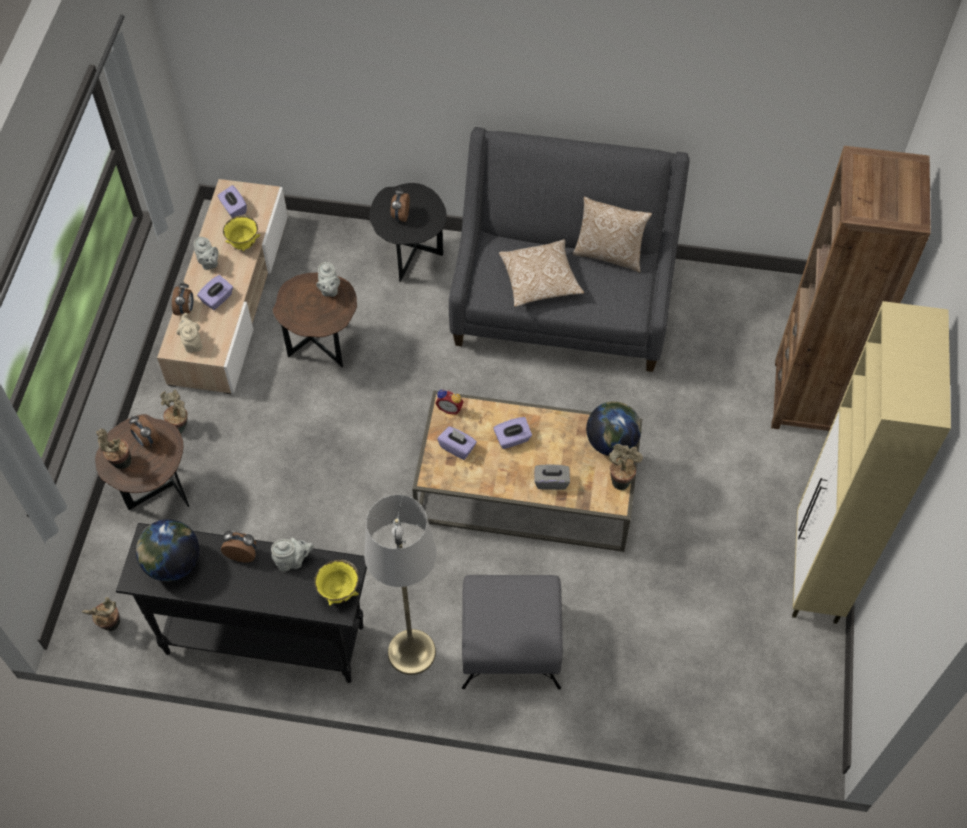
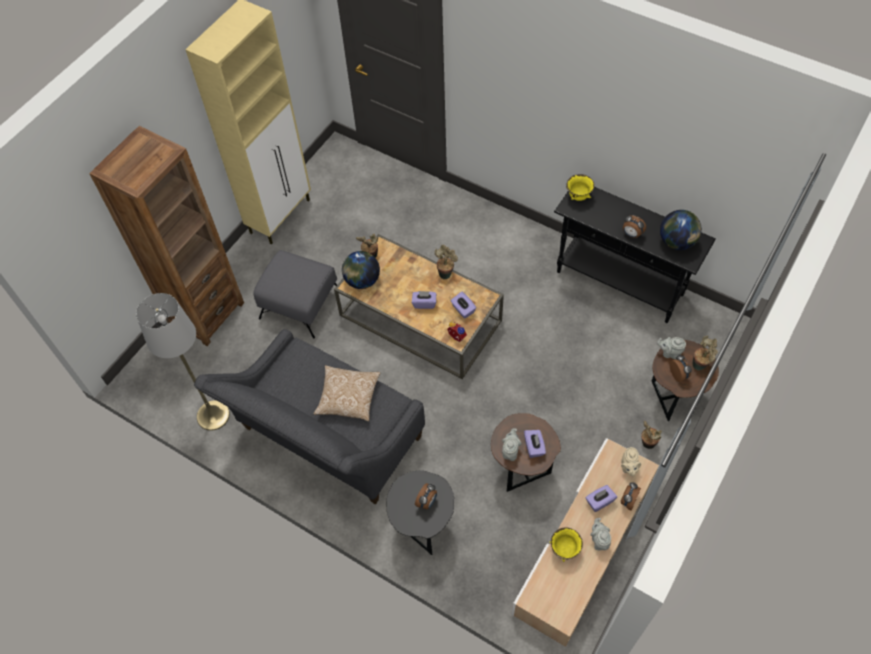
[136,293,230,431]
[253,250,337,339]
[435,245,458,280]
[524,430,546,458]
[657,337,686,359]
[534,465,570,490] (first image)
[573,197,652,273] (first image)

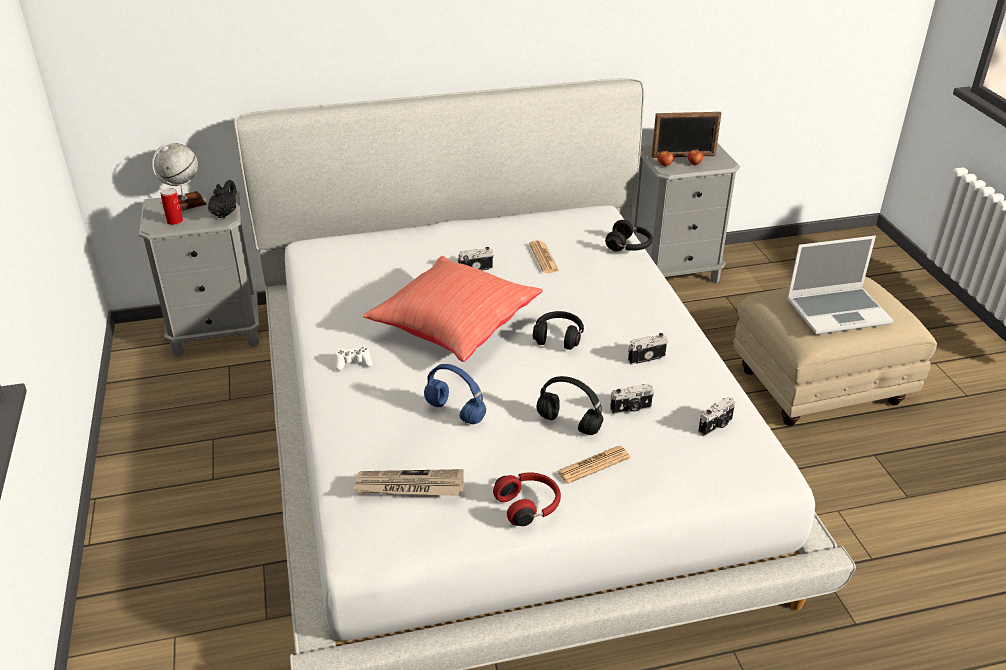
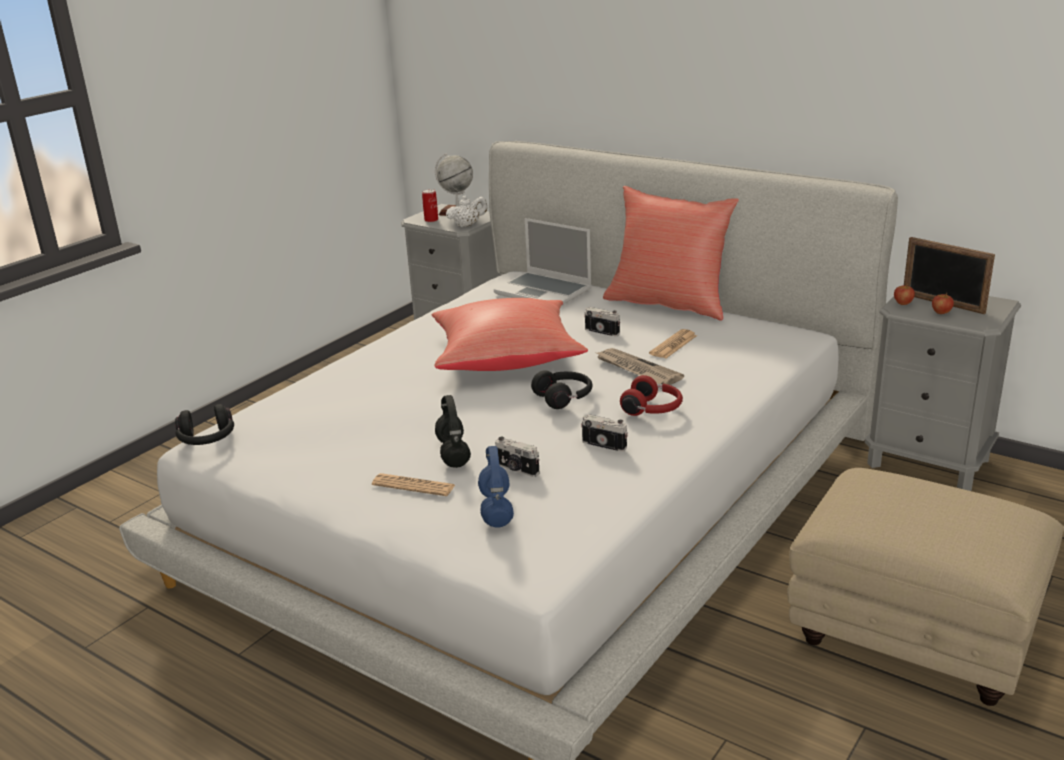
[175,404,234,445]
[446,195,487,227]
[478,446,514,528]
[494,218,592,305]
[596,348,684,385]
[603,186,739,321]
[620,375,683,416]
[335,345,372,371] (first image)
[698,397,735,436] (first image)

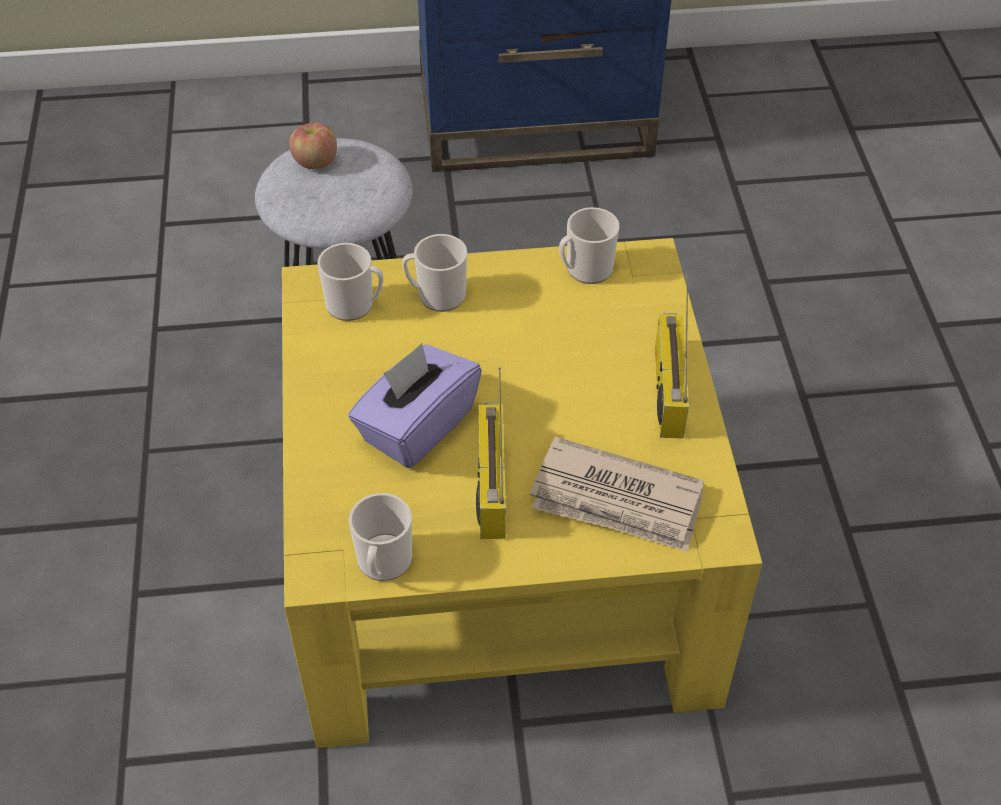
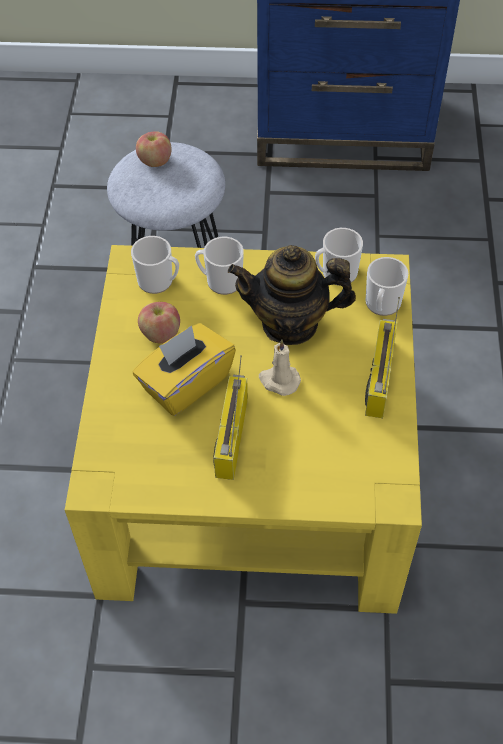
[133,323,236,416]
[138,302,180,344]
[228,245,356,345]
[259,339,301,396]
[365,257,408,316]
[530,437,705,552] (first image)

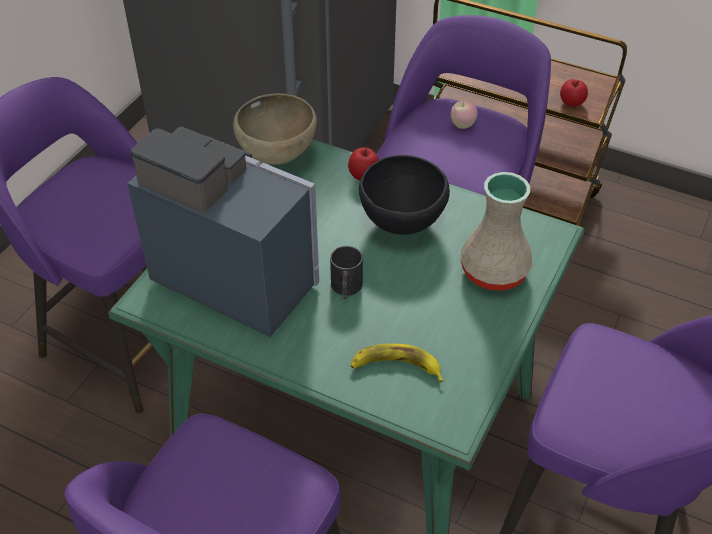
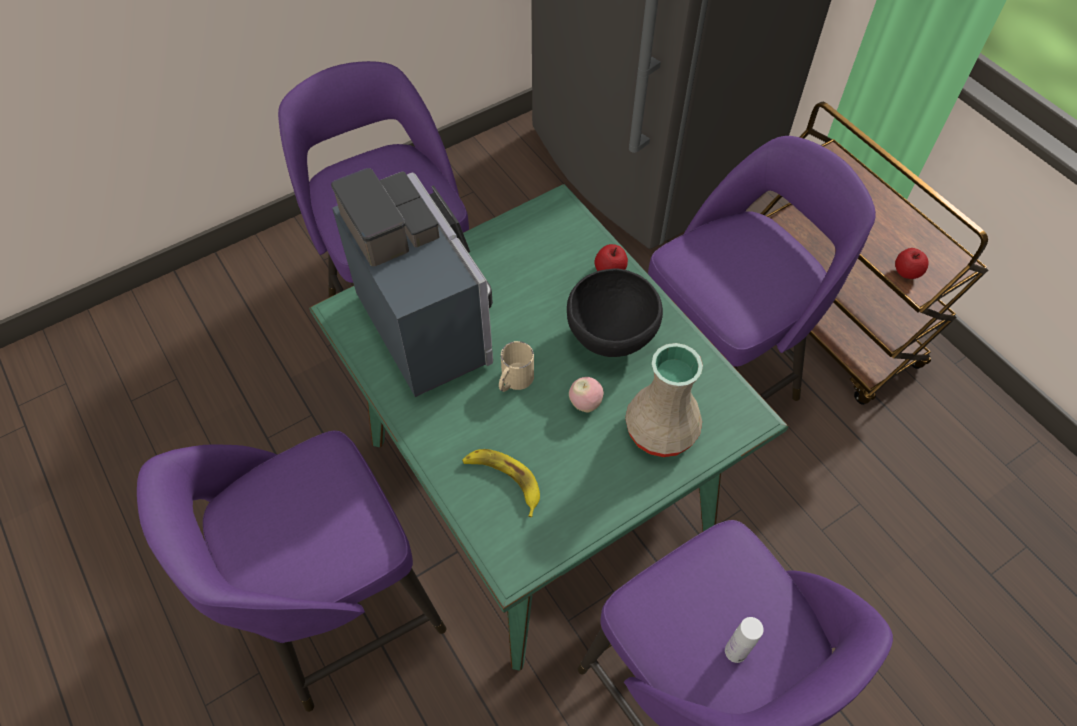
[499,341,534,392]
[569,377,604,412]
[725,617,764,663]
[233,93,317,165] (first image)

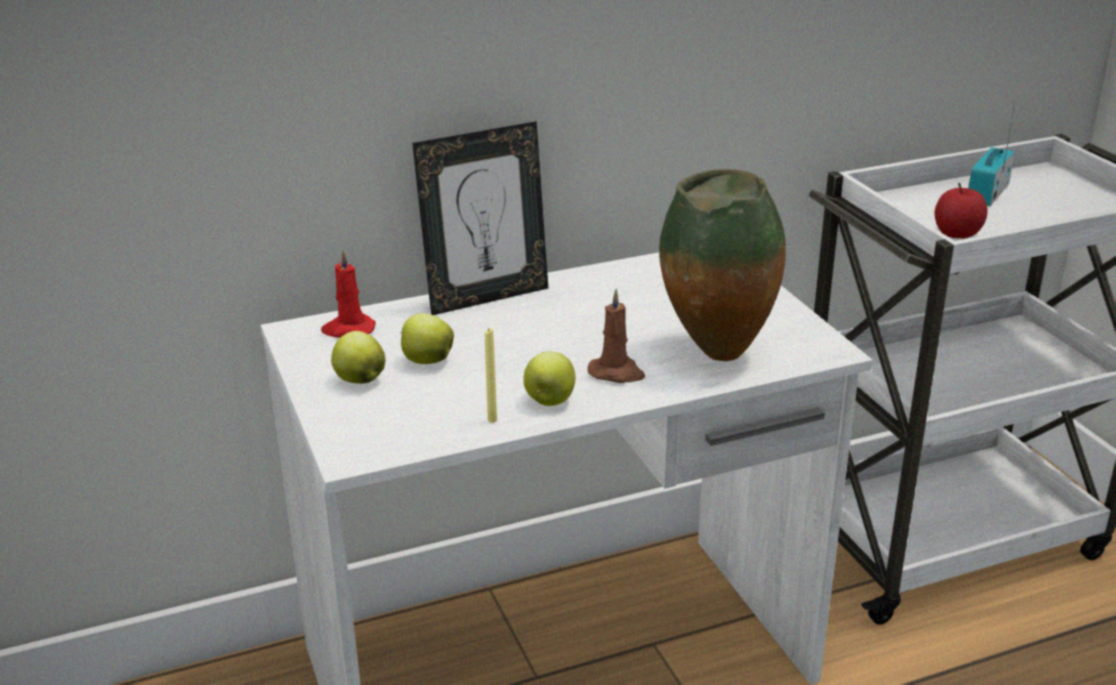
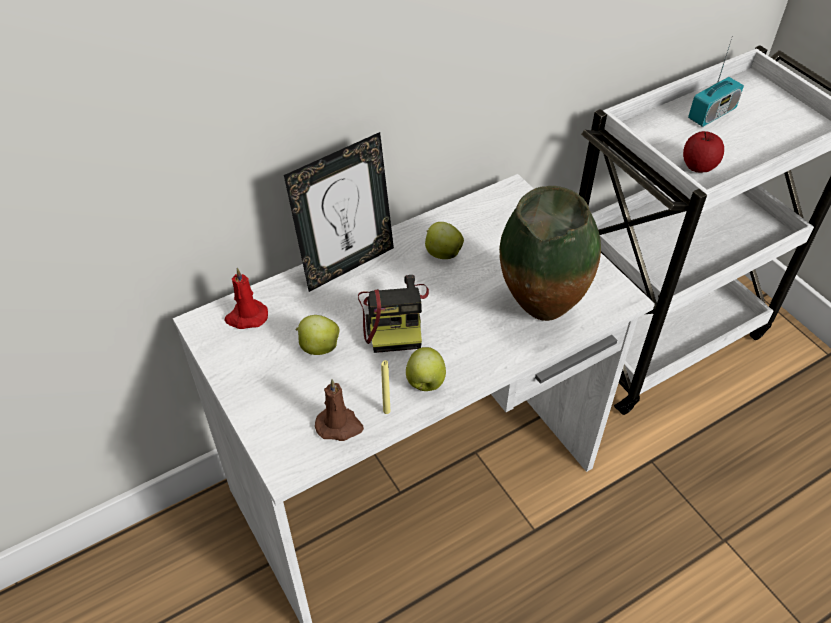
[315,379,364,441]
[358,275,429,353]
[425,222,464,259]
[688,35,744,127]

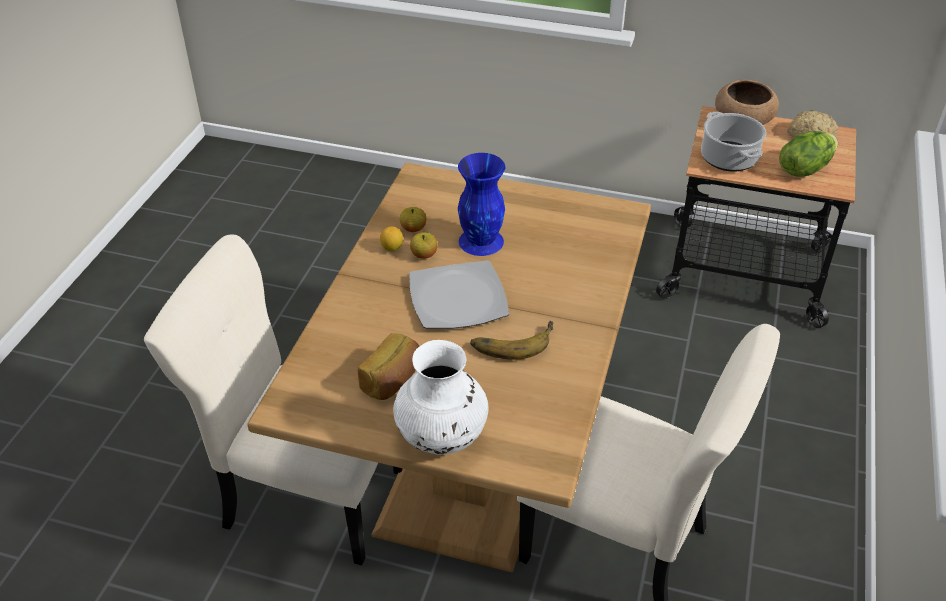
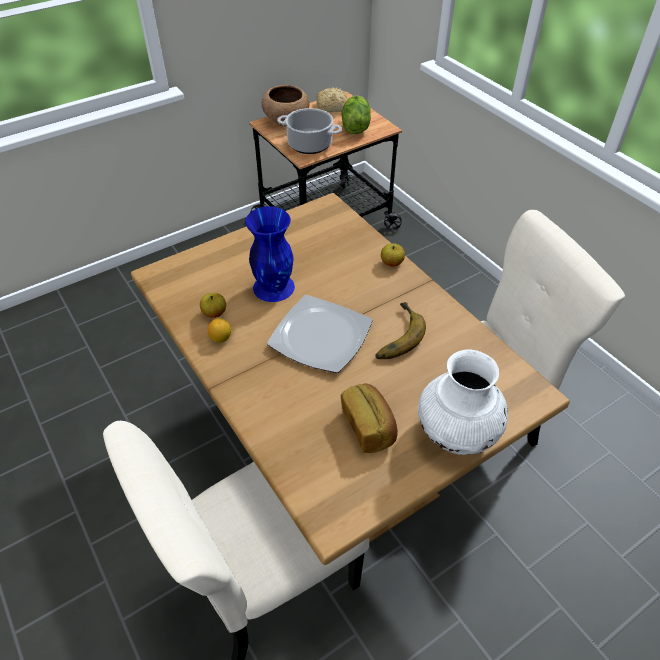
[381,243,405,266]

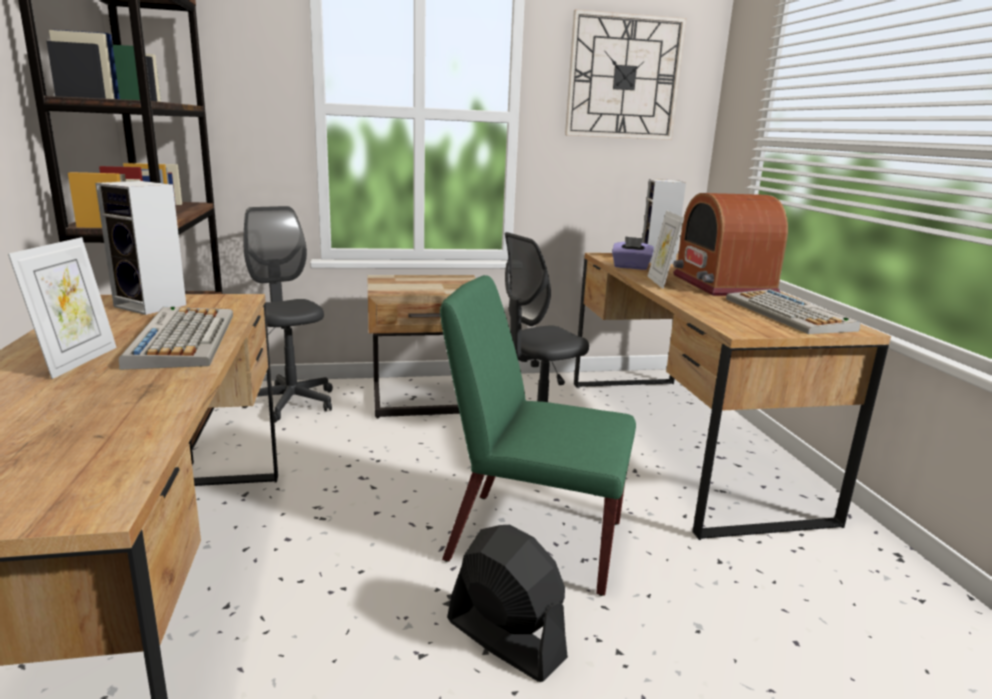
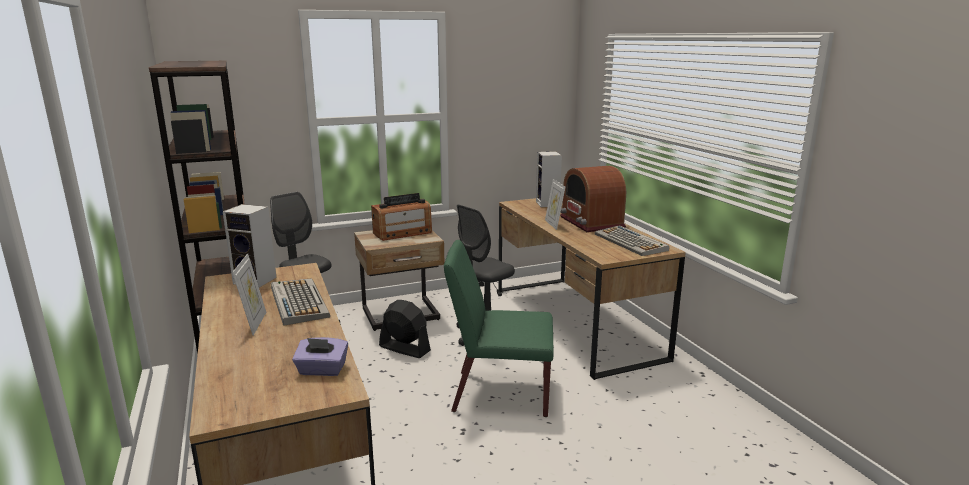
[292,337,348,376]
[371,193,432,241]
[379,300,431,358]
[565,9,687,140] (first image)

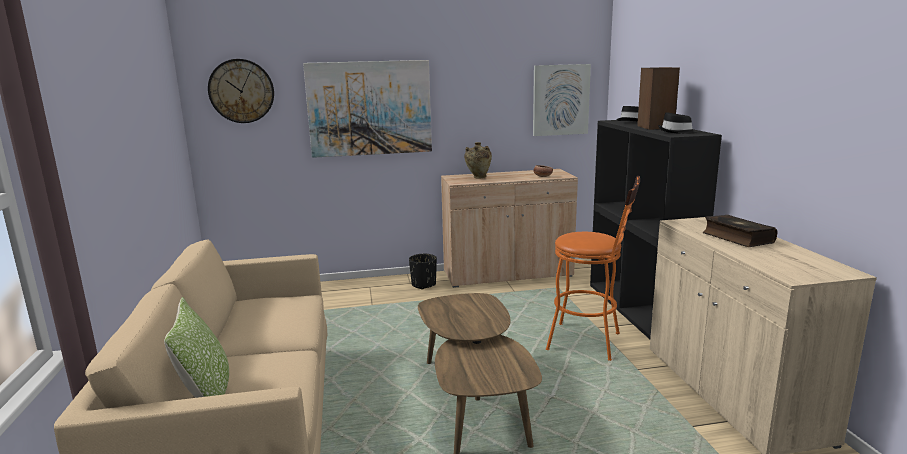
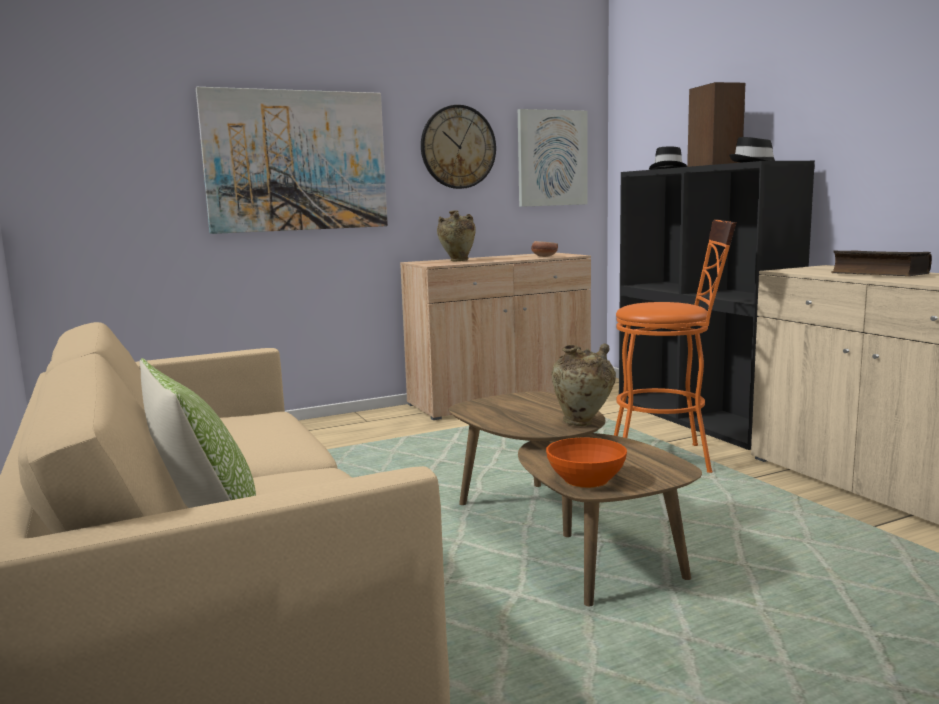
[421,105,496,189]
[546,438,627,488]
[551,343,616,426]
[409,254,437,290] (first image)

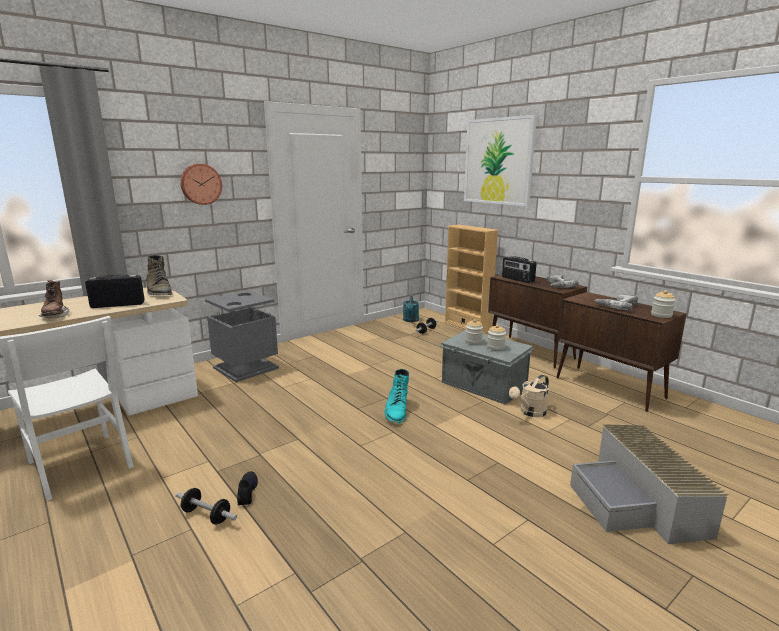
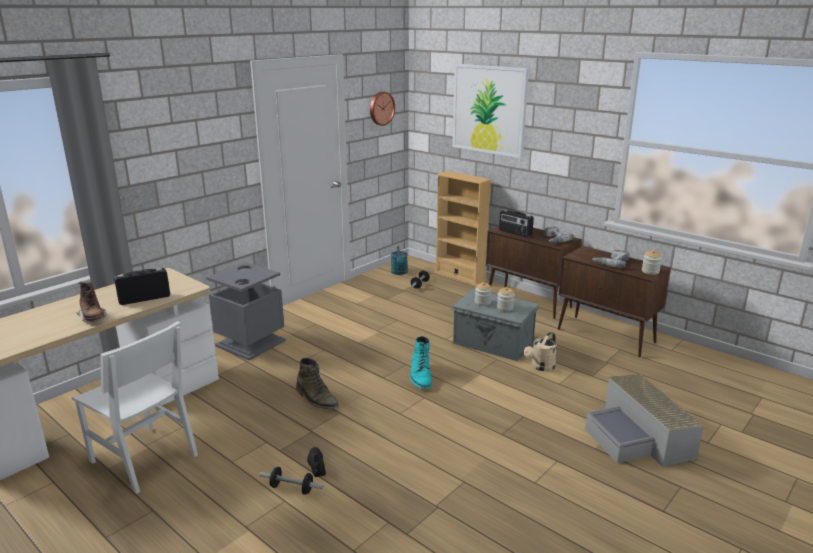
[296,358,339,409]
[370,92,395,126]

